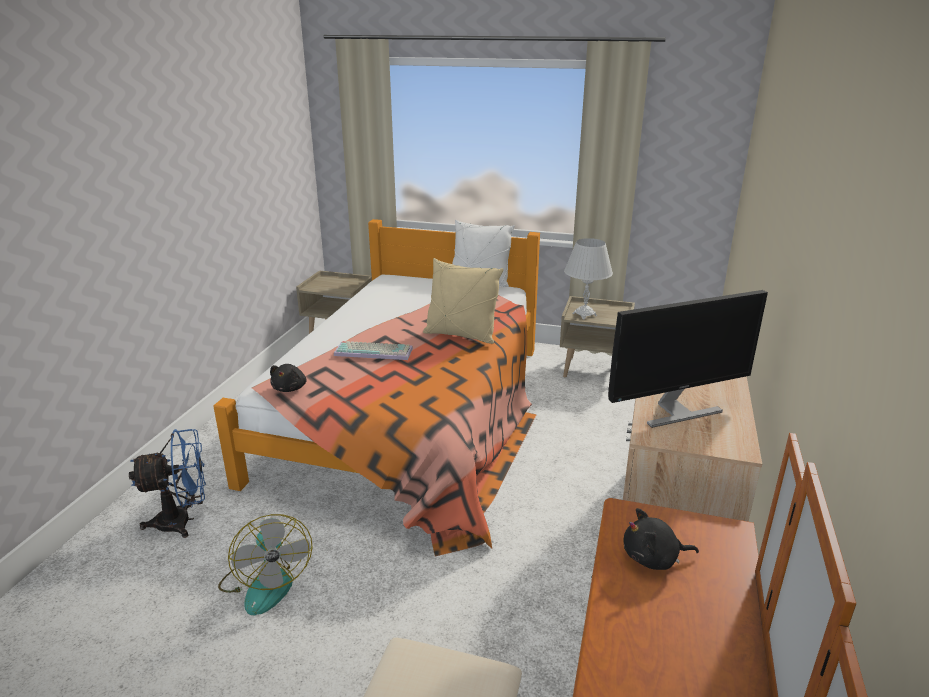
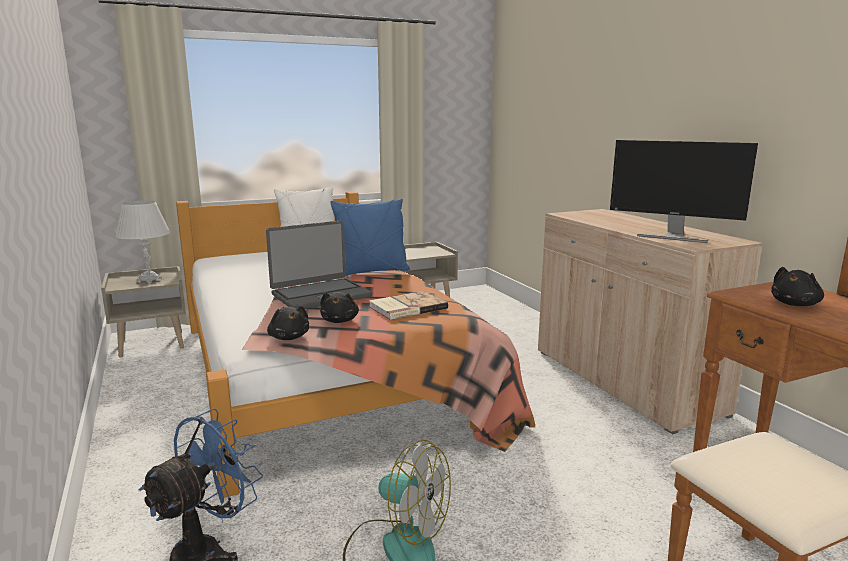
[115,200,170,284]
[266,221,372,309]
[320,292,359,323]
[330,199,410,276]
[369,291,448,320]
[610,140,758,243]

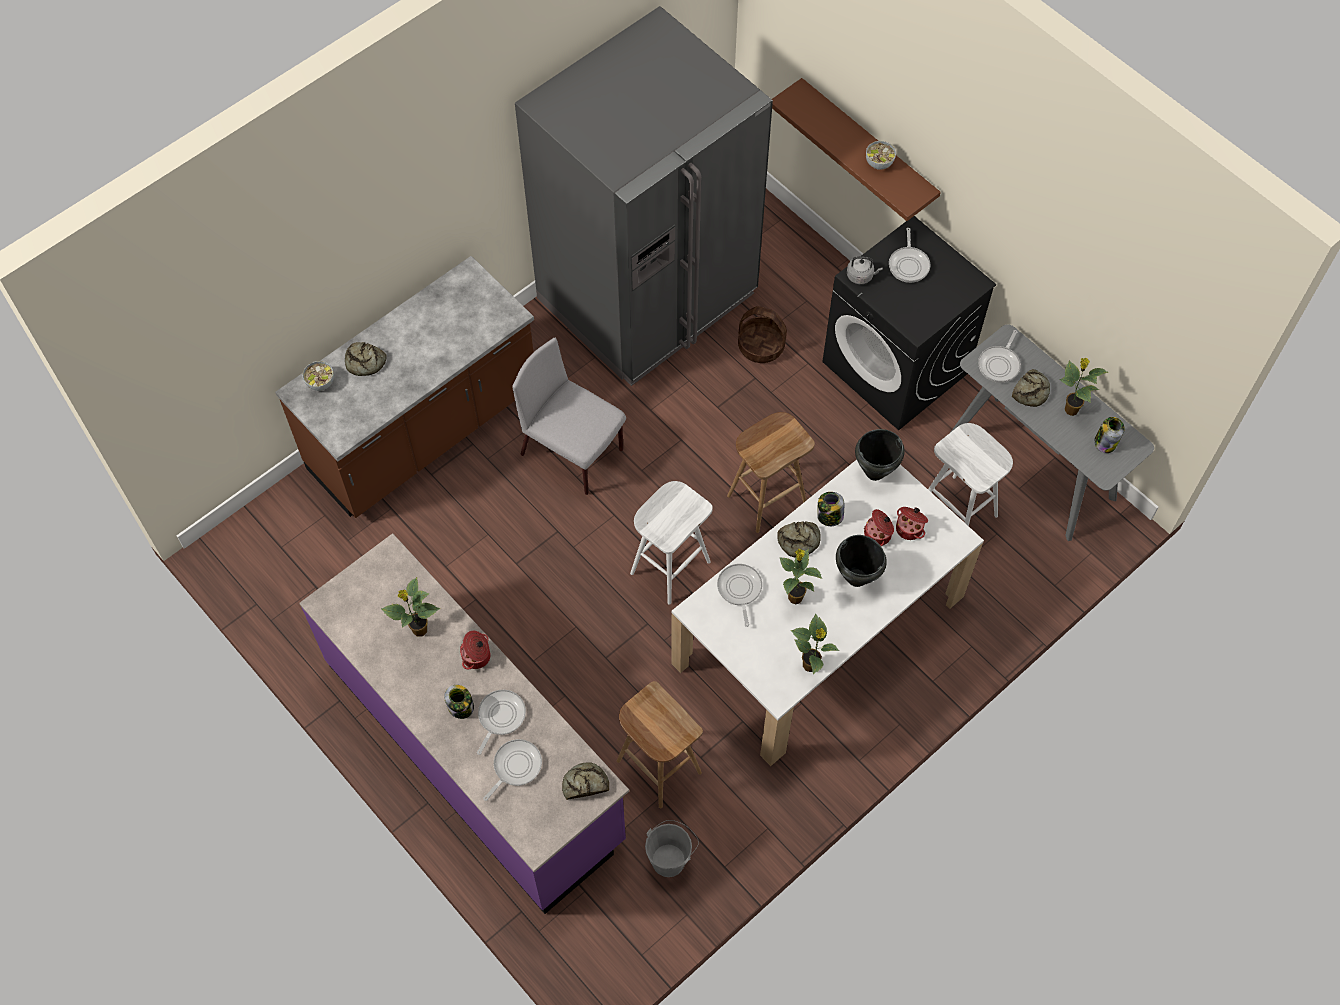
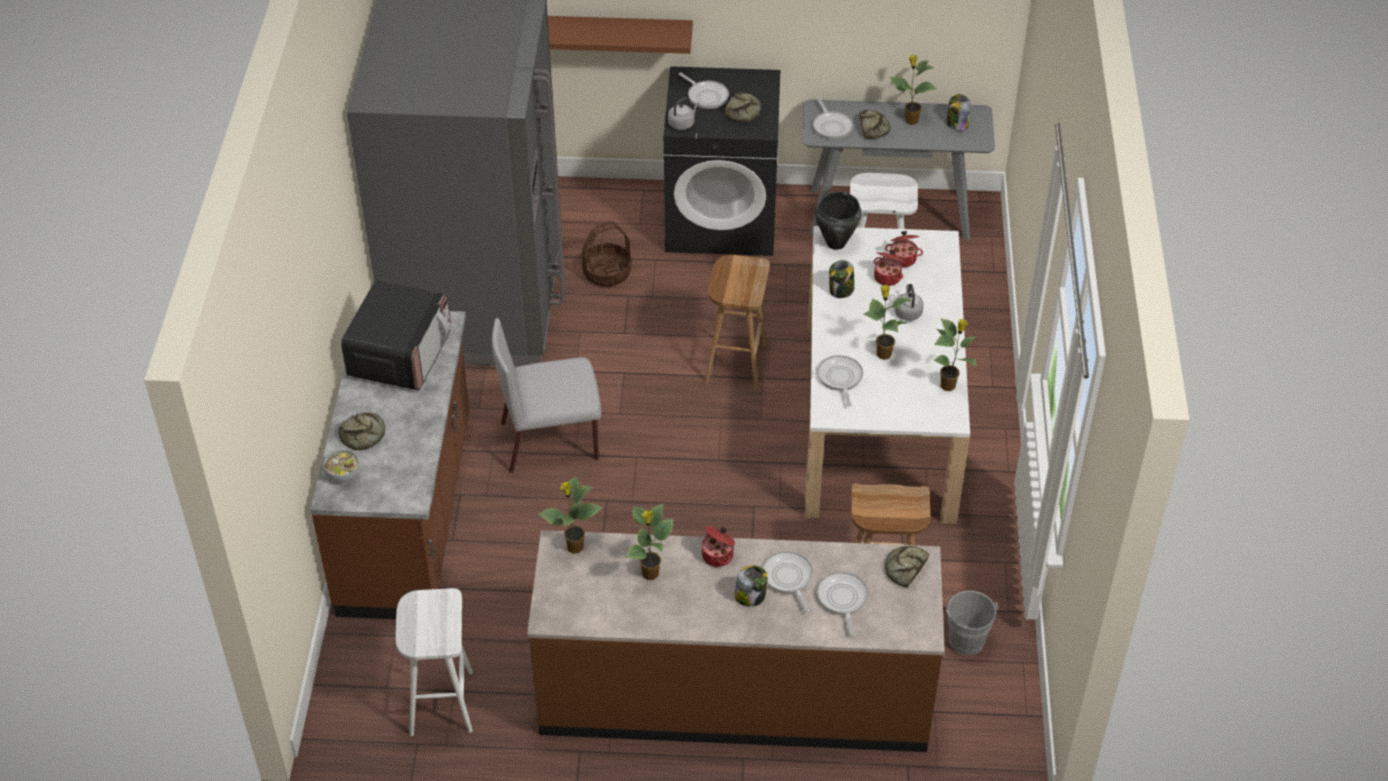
[341,280,452,391]
[395,588,473,736]
[527,530,945,752]
[538,477,603,554]
[724,92,761,122]
[817,355,863,406]
[894,284,923,321]
[866,141,896,170] (first image)

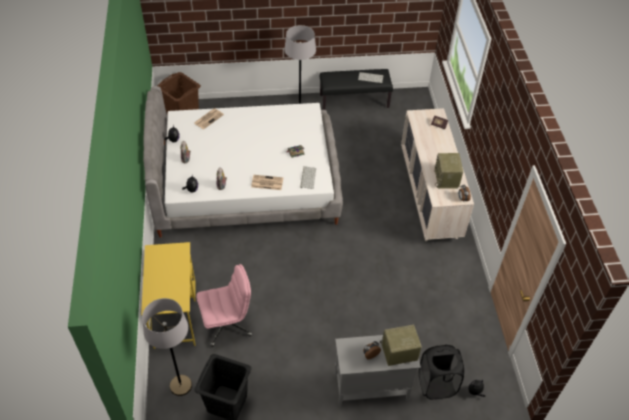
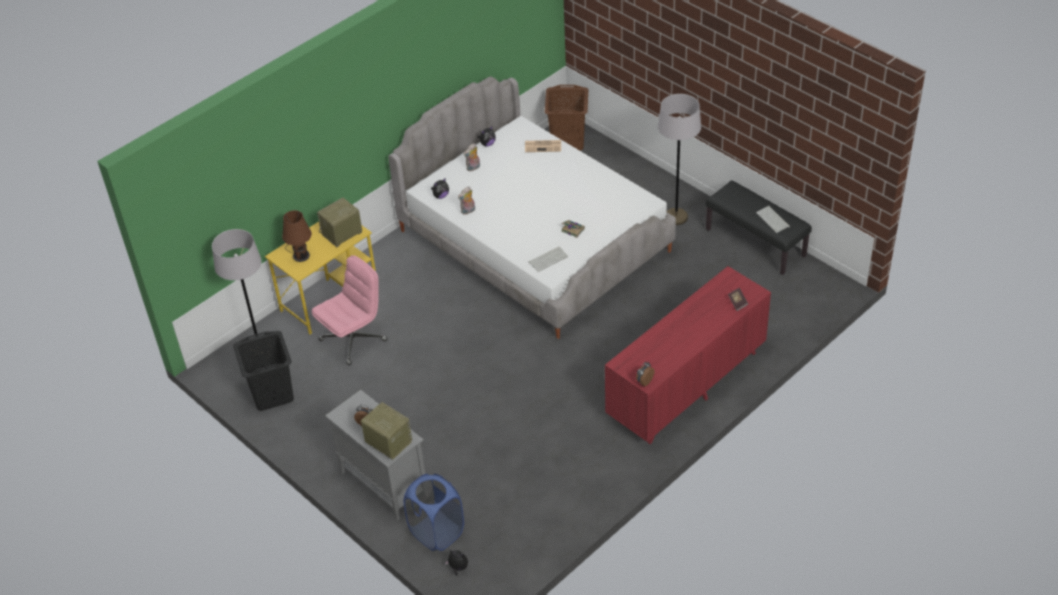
[282,210,312,262]
[312,255,387,365]
[317,197,362,247]
[404,474,464,551]
[605,266,771,444]
[251,175,283,190] (first image)

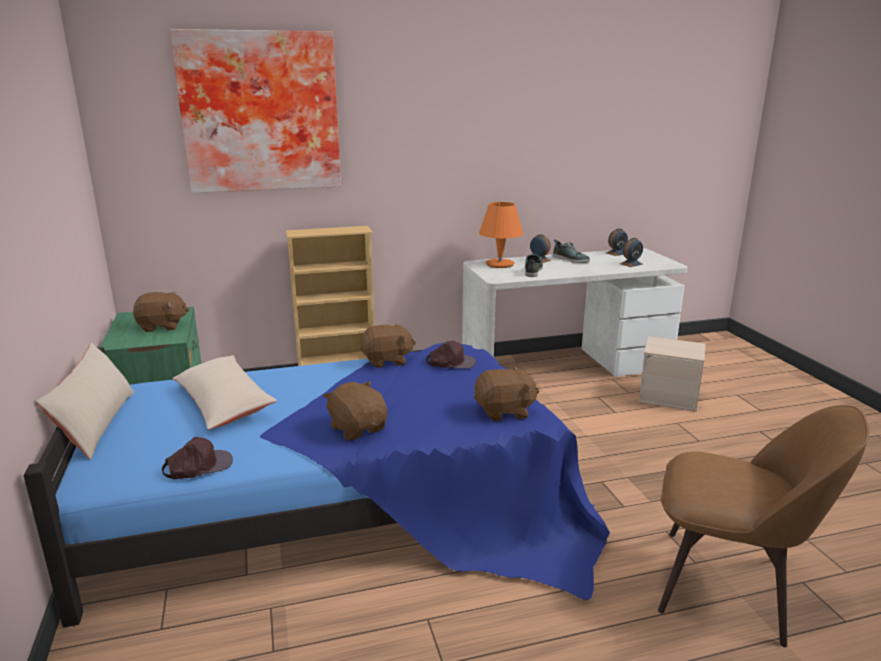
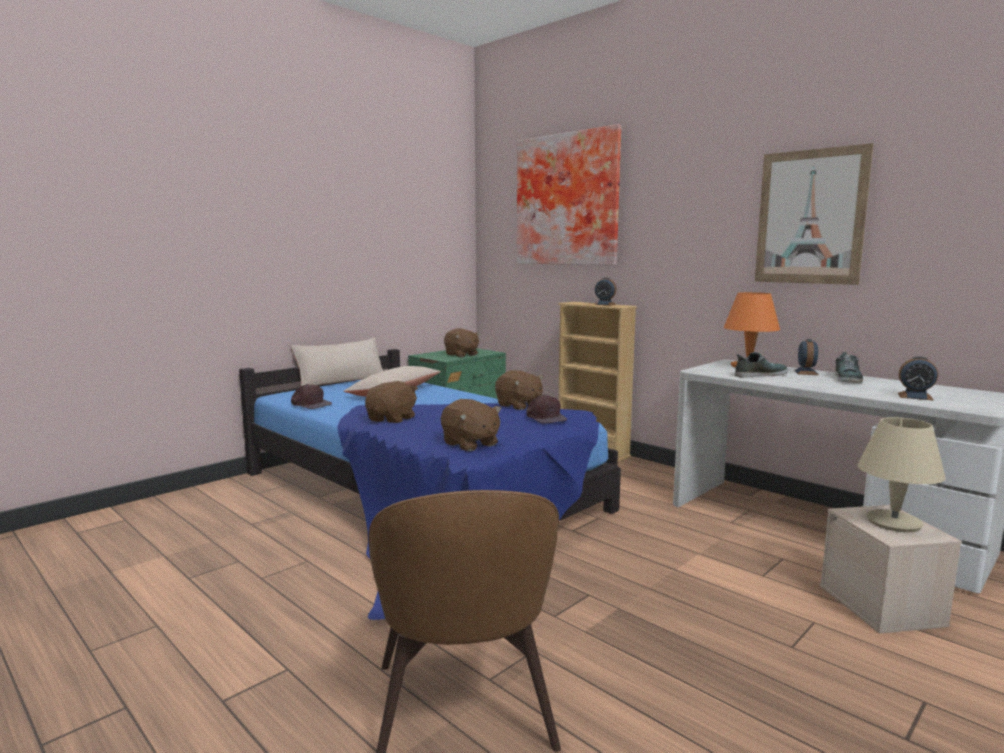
[594,278,617,305]
[755,143,874,285]
[857,417,946,532]

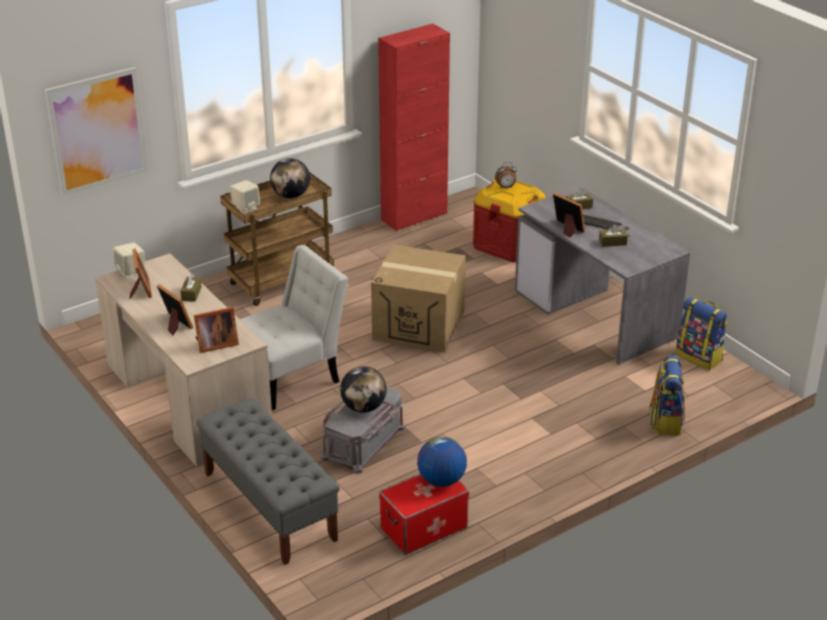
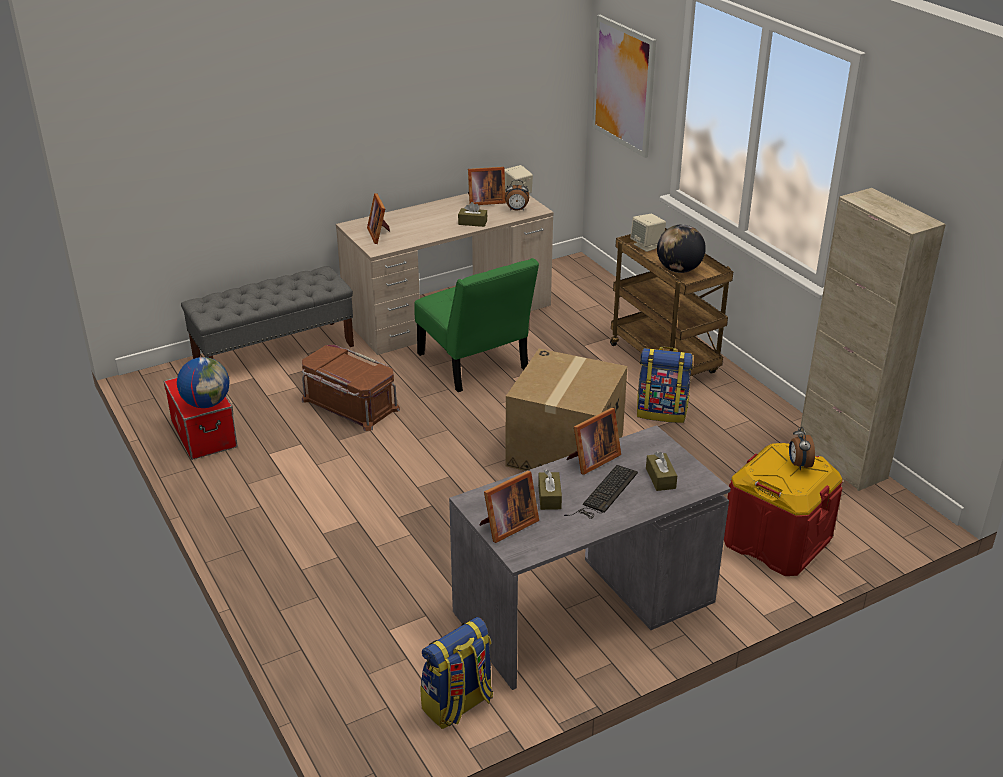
[302,345,400,431]
[414,258,539,392]
[480,471,539,543]
[505,180,529,211]
[637,347,693,423]
[800,188,946,491]
[340,366,387,413] (first image)

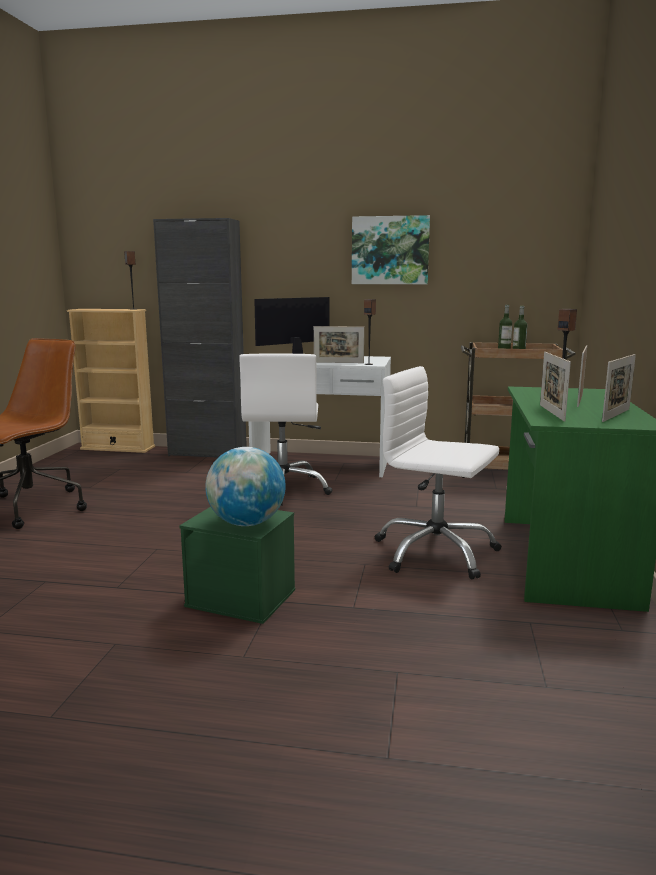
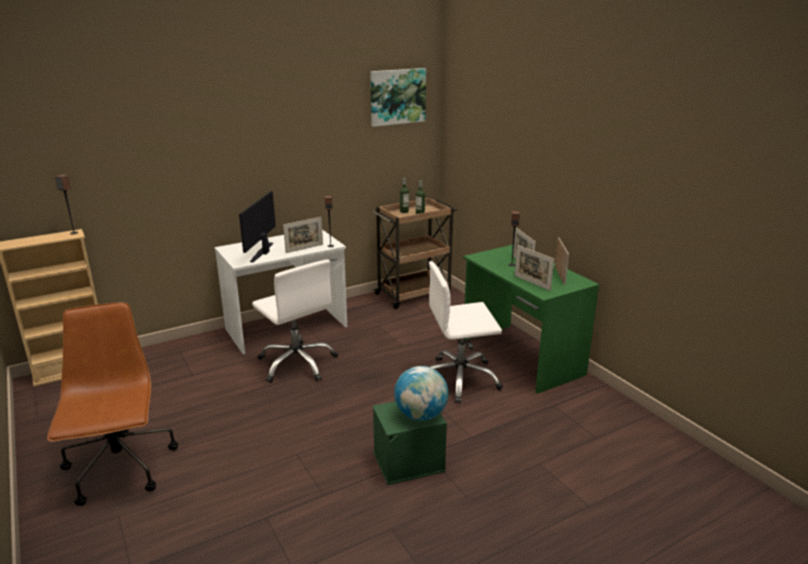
[370,68,426,127]
[153,218,247,458] (first image)

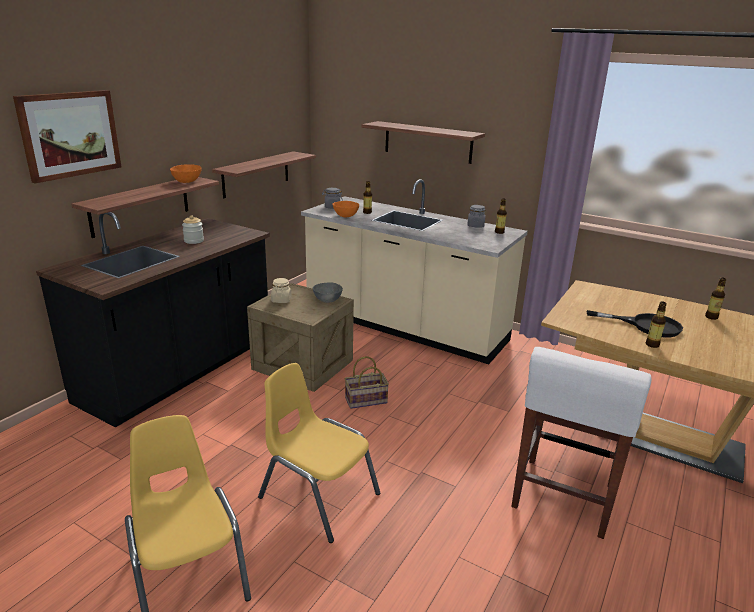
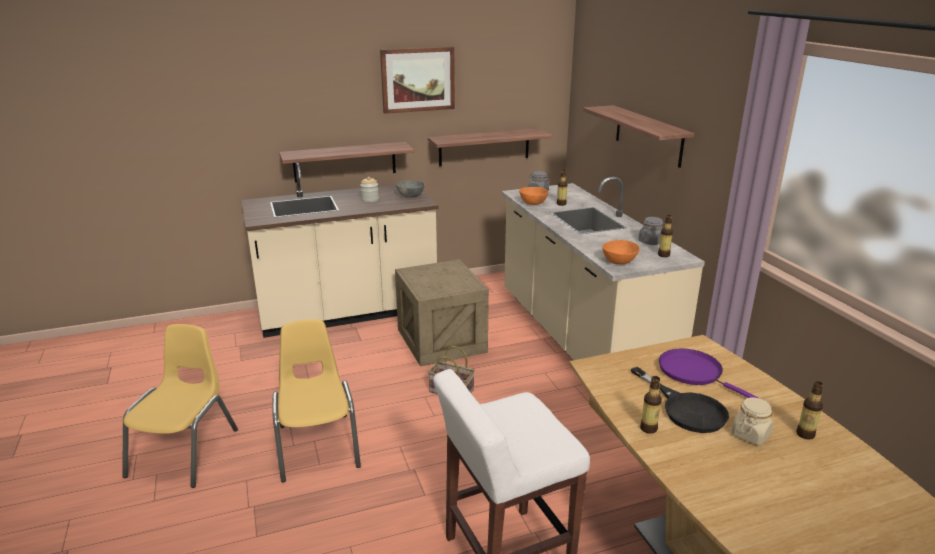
[242,163,438,338]
[380,47,455,114]
[396,180,425,198]
[602,240,640,265]
[659,349,758,398]
[732,397,773,445]

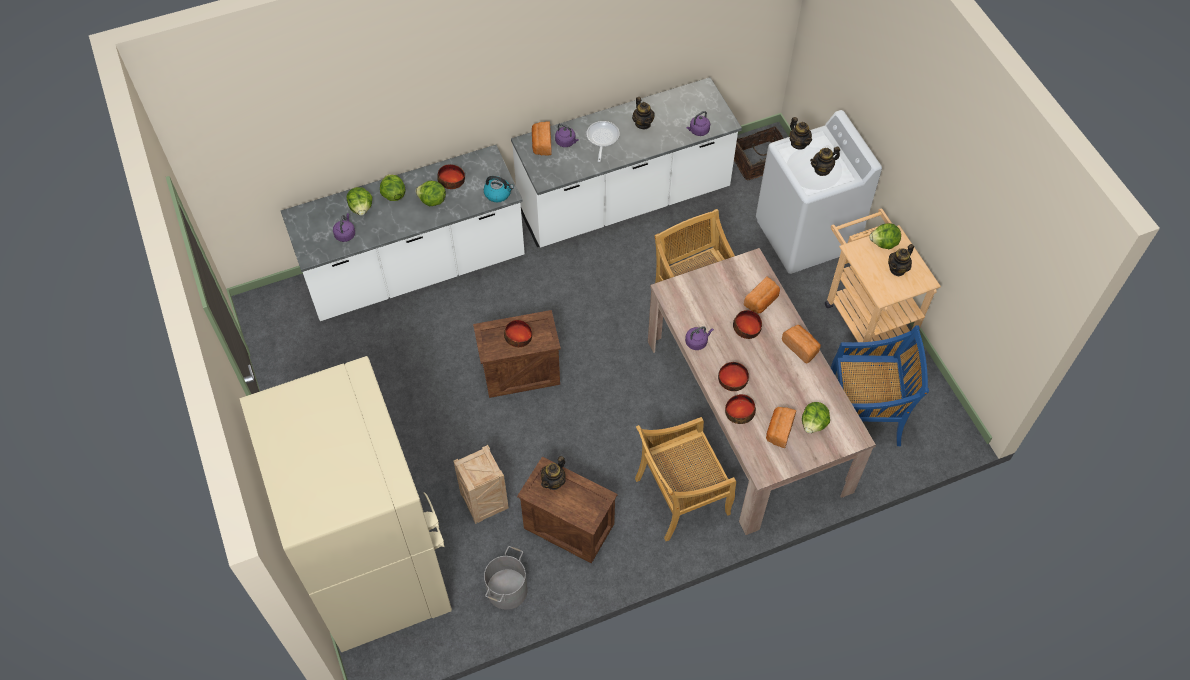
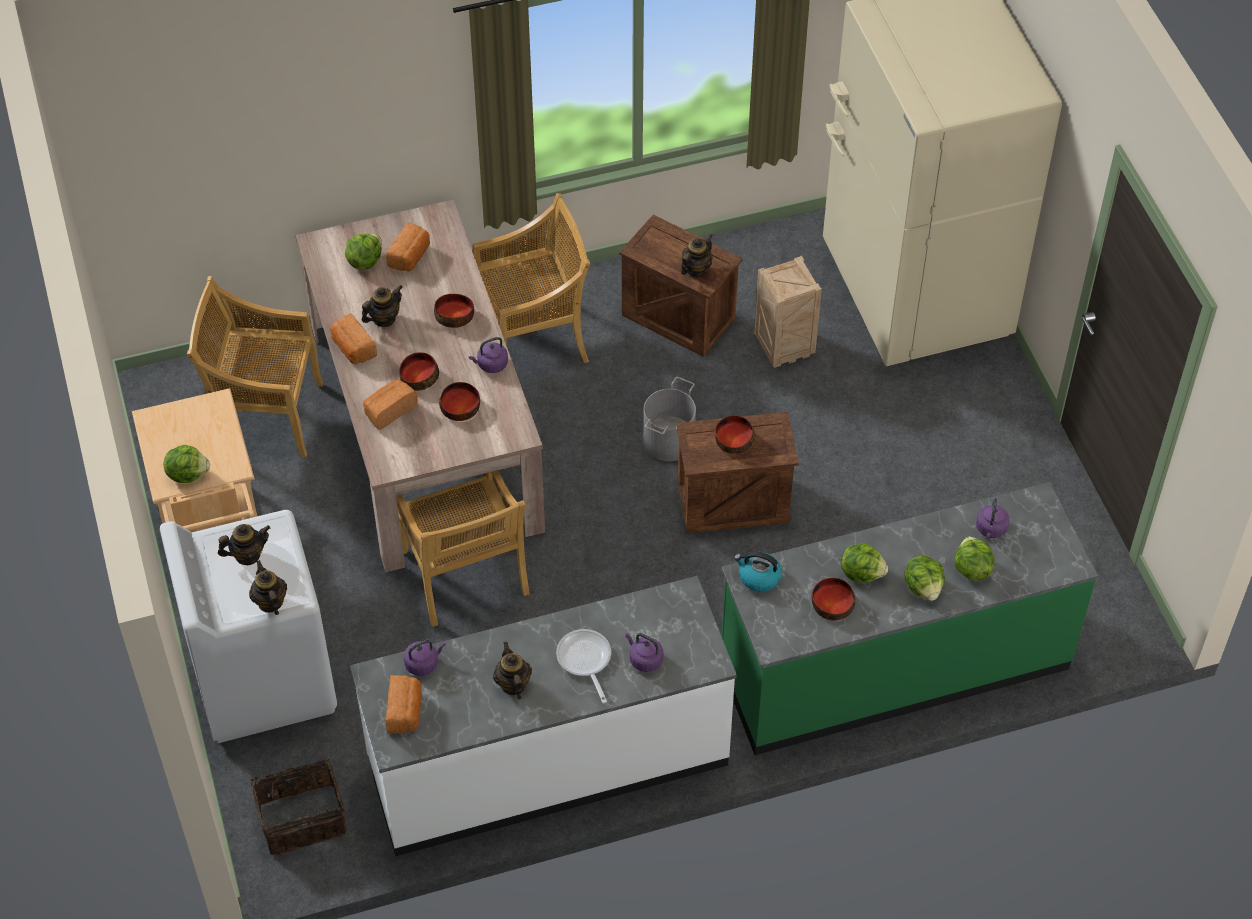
[187,276,323,458]
[362,285,403,327]
[386,675,422,733]
[439,382,480,421]
[556,629,611,703]
[643,377,696,461]
[721,482,1098,755]

